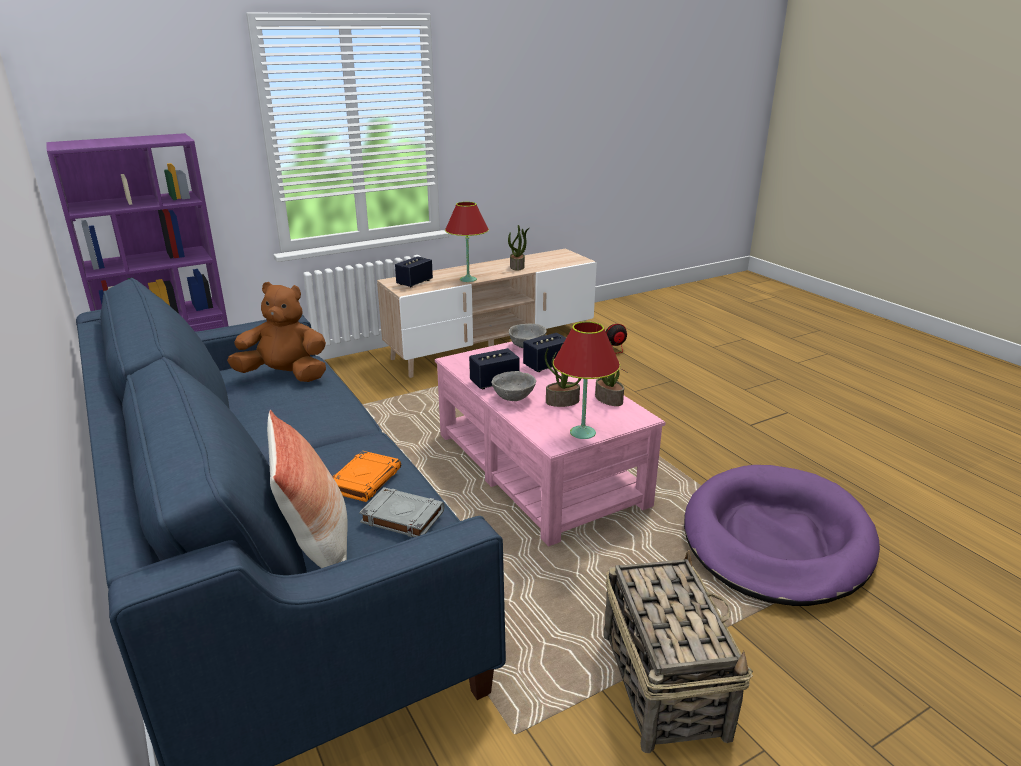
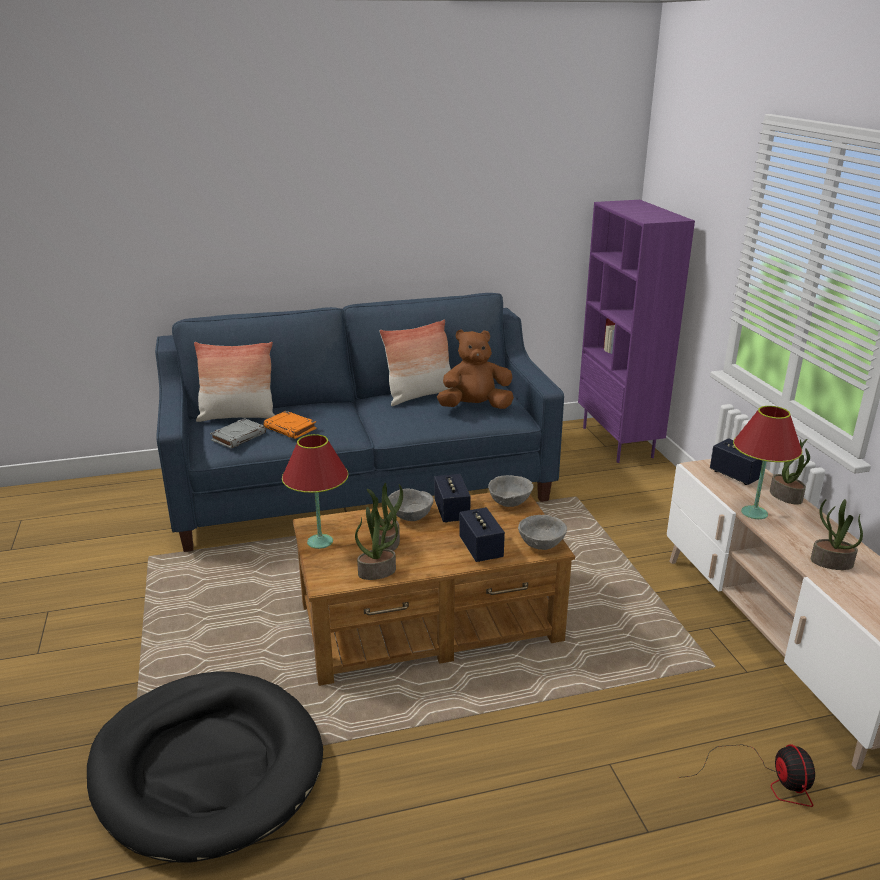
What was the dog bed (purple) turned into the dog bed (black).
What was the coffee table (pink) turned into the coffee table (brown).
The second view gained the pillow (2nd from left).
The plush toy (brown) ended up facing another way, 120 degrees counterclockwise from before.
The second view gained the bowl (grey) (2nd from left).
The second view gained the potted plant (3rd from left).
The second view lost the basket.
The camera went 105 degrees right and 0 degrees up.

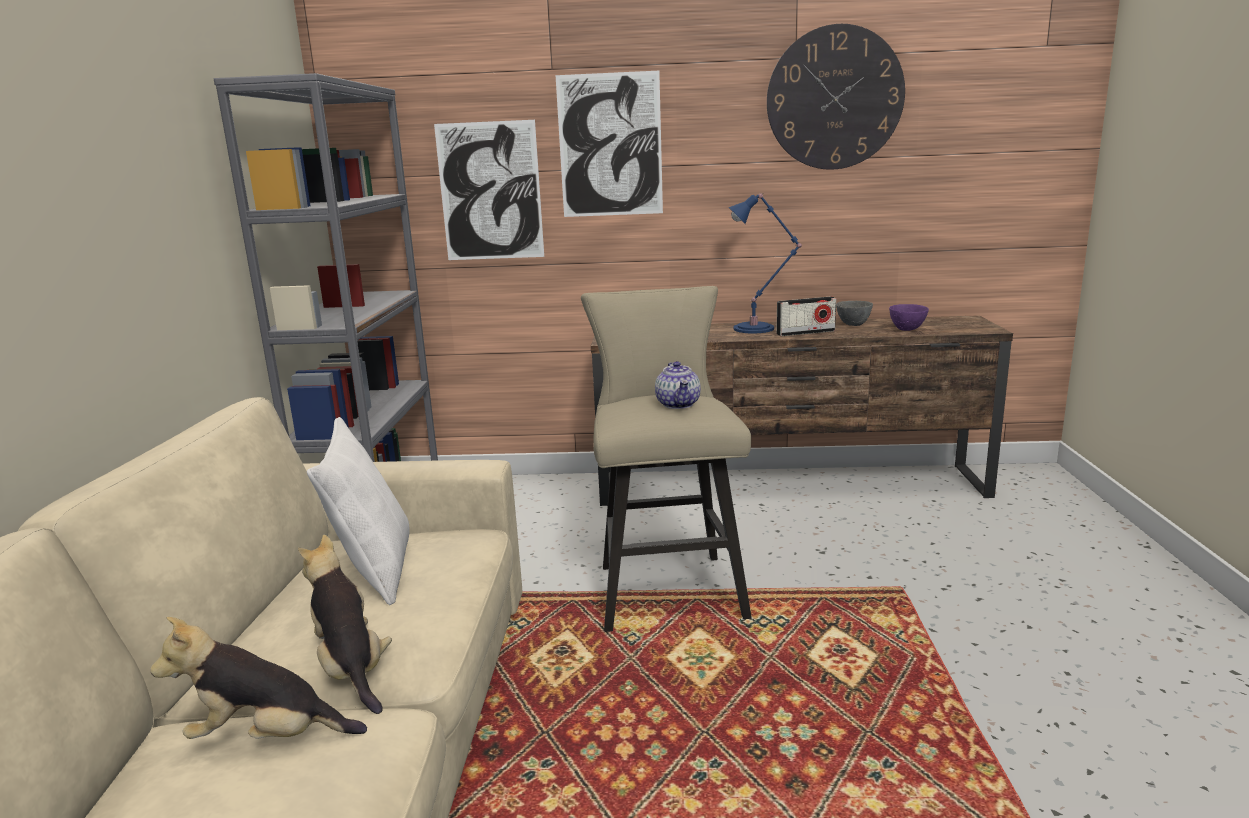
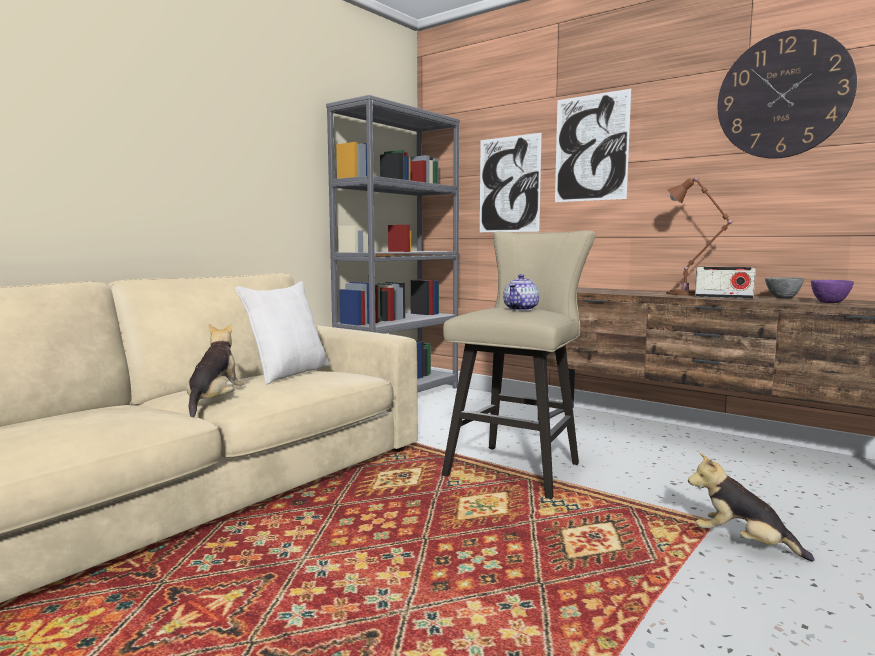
What was the table lamp (blue) turned into the table lamp (brown).
The plush toy (1st from left in the first image) ended up elsewhere.
The camera went 35 degrees right and 10 degrees down.

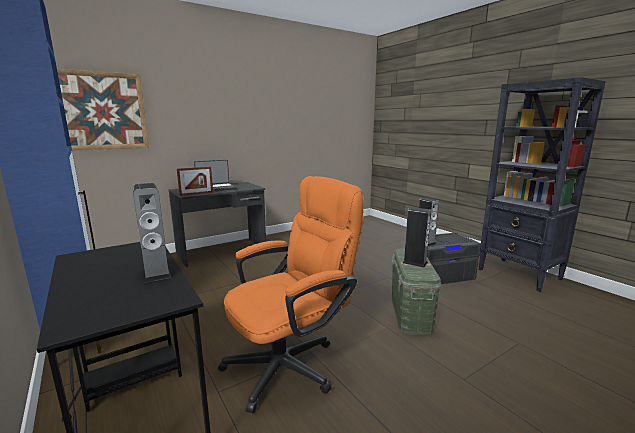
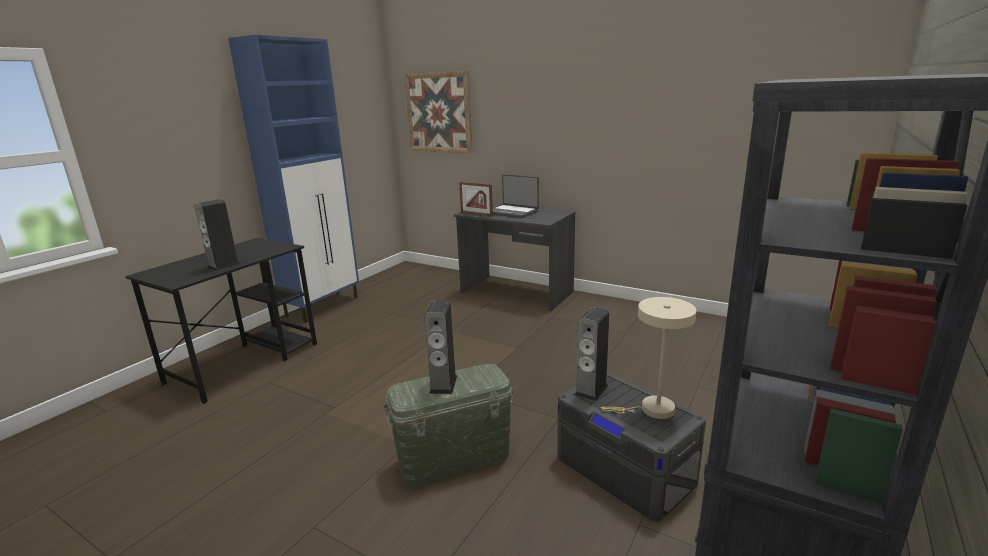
The second view gained the table lamp (beige).
The second view lost the office chair (orange).
The camera went 65 degrees right and 5 degrees up.

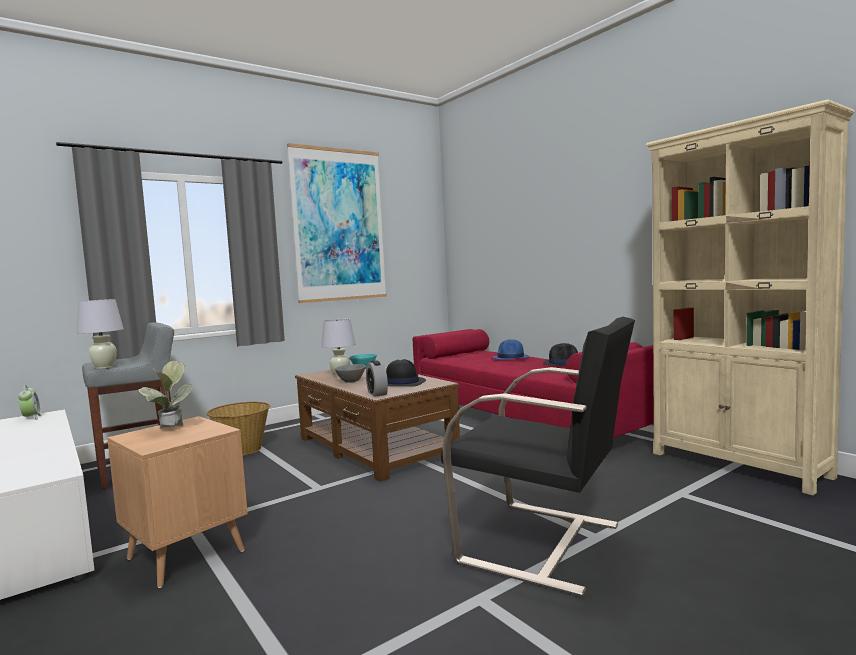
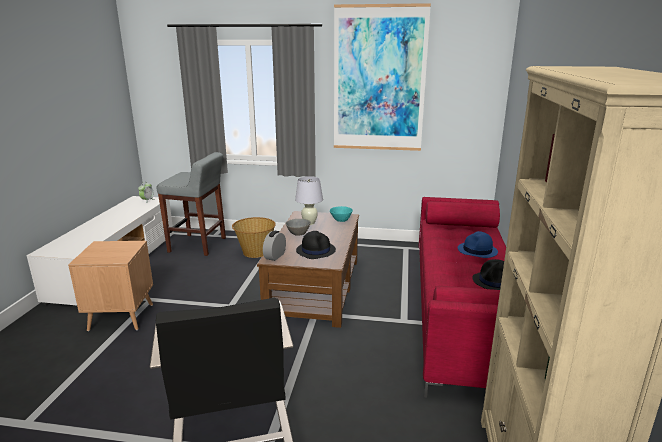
The second view lost the table lamp (white) (1st from left).
The second view lost the potted plant.
The camera went 45 degrees right and 15 degrees up.

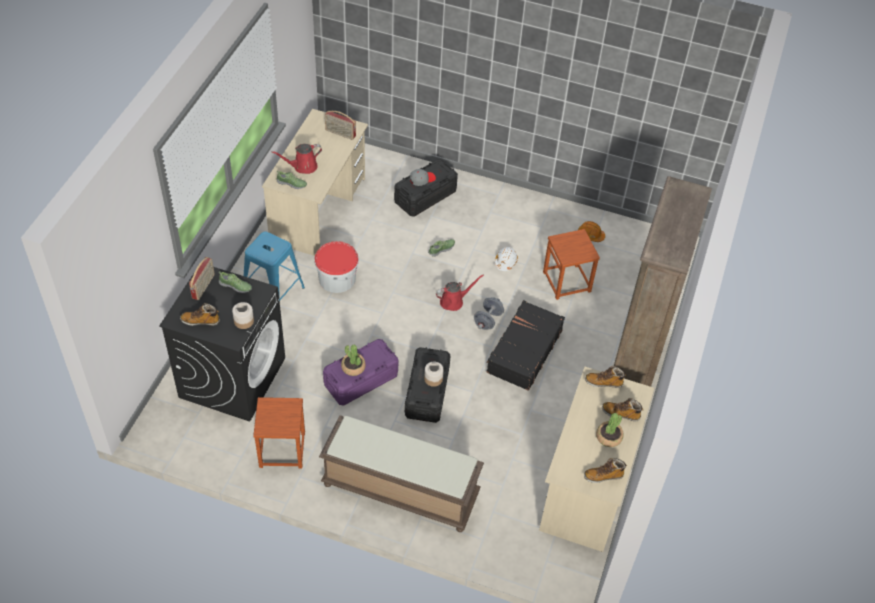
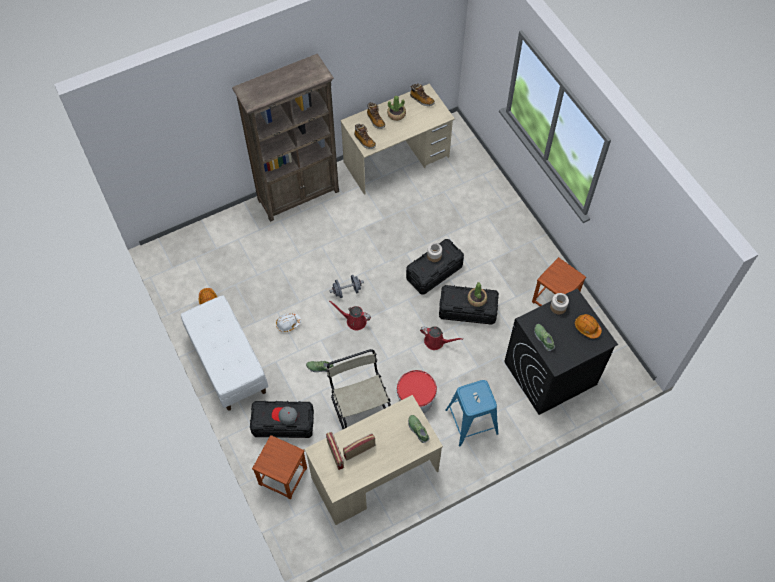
The second view gained the bench (white).
The stool (brown) (2nd from left in the first image) ended up elsewhere.
The second view gained the chair (beige).
The radio (1st from left in the first image) ended up elsewhere.
The watering can (red) (1st from left in the first image) ended up elsewhere.
What was the storage box (purple) turned into the storage box (black) (3rd from left).
Where the boot (1st from left) stood, the hard hat (orange) (2nd from left) came to stand.
The second view lost the bench (brown).
The second view lost the suitcase (black).
The camera went 135 degrees left and 10 degrees up.

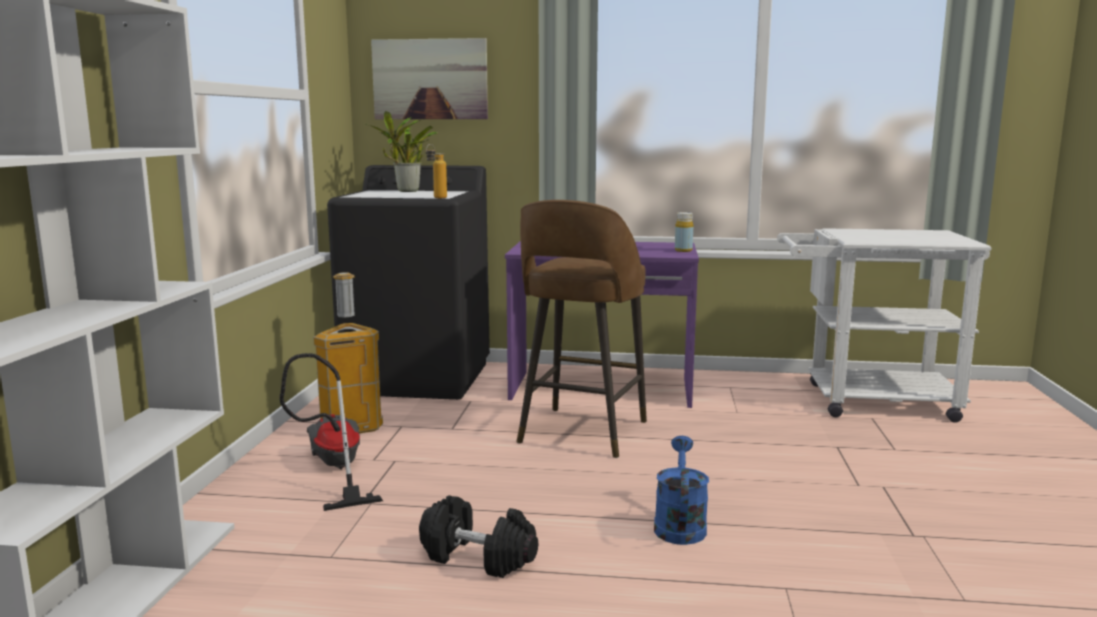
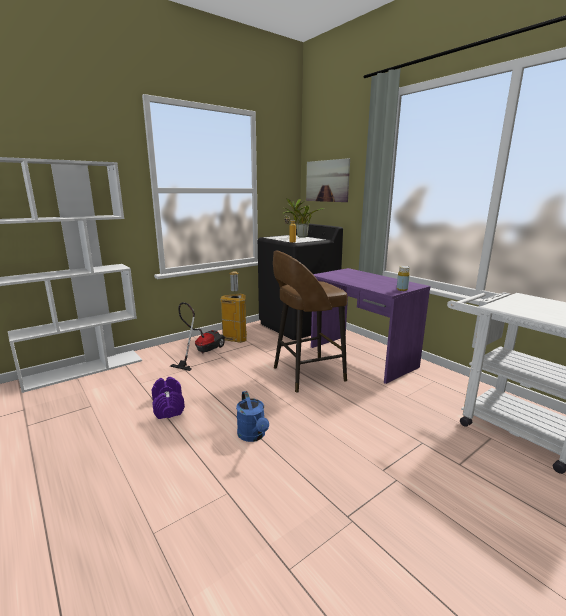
What was the dumbbell (black) turned into the dumbbell (purple).
The watering can (blue) ended up facing another way, 105 degrees clockwise from before.
The camera went 45 degrees right and 5 degrees up.

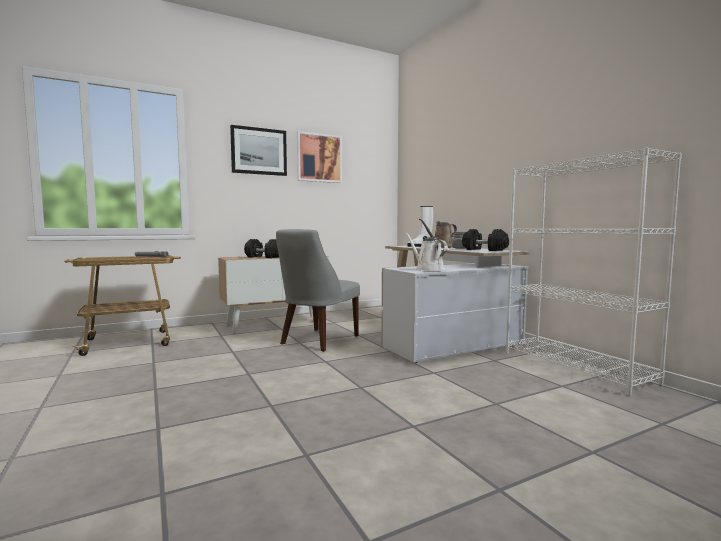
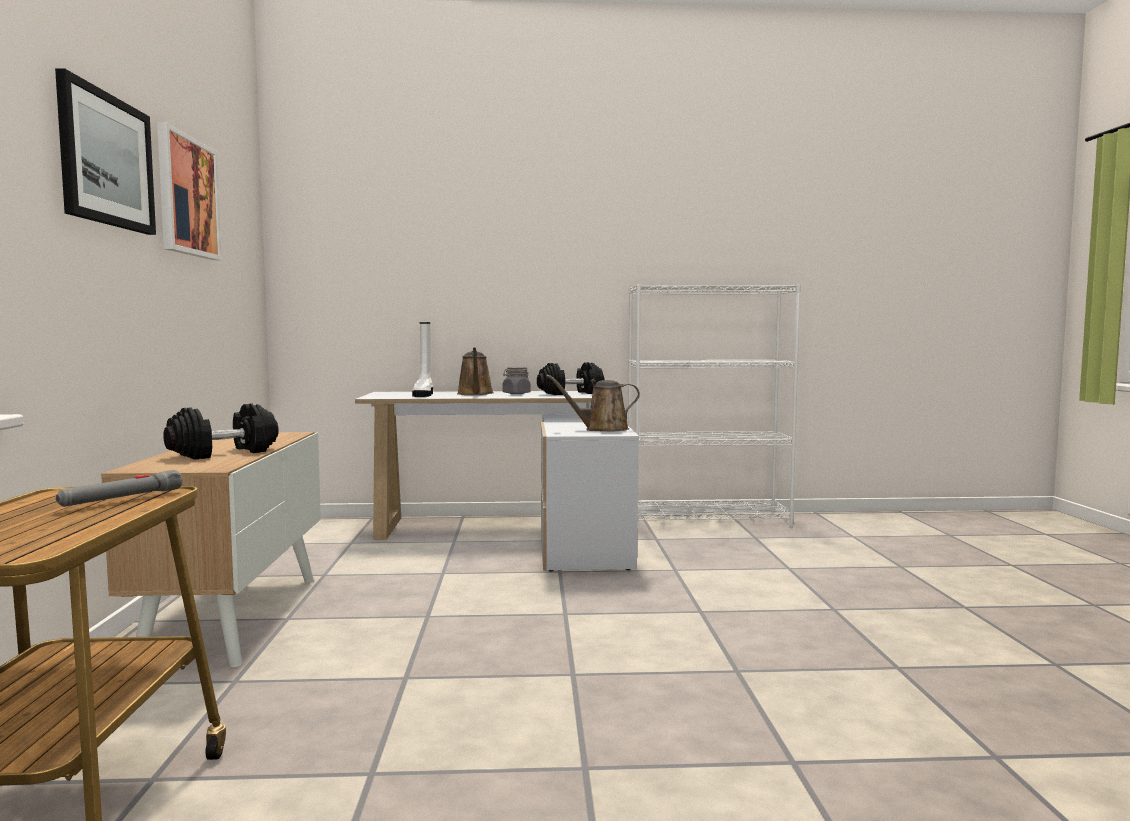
What was the watering can (white) turned into the watering can (brown) (2nd from left).
The second view lost the chair (grey).
The camera went 65 degrees left and 0 degrees up.

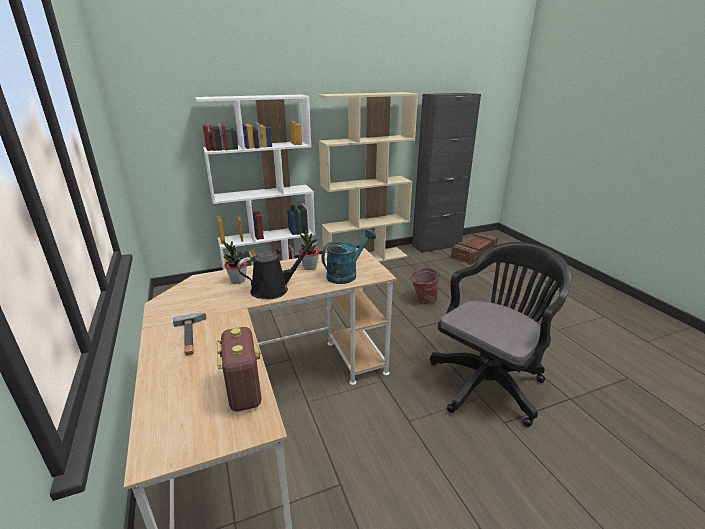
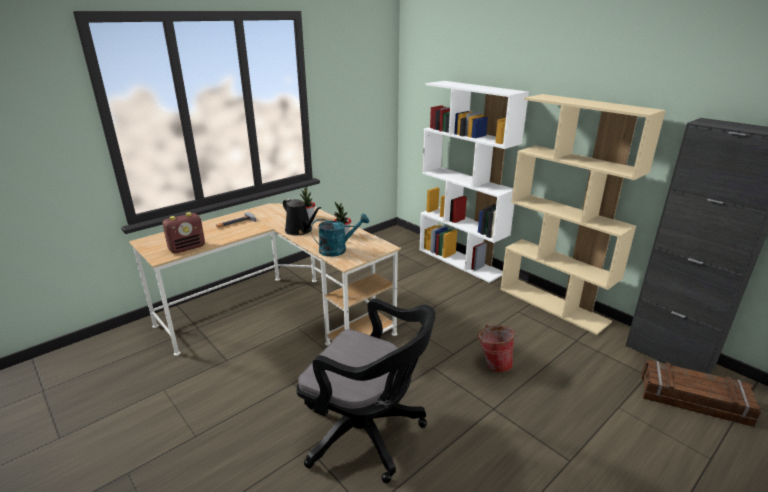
The watering can (turquoise) ended up facing another way, 45 degrees counterclockwise from before.
The camera went 70 degrees right and 0 degrees up.

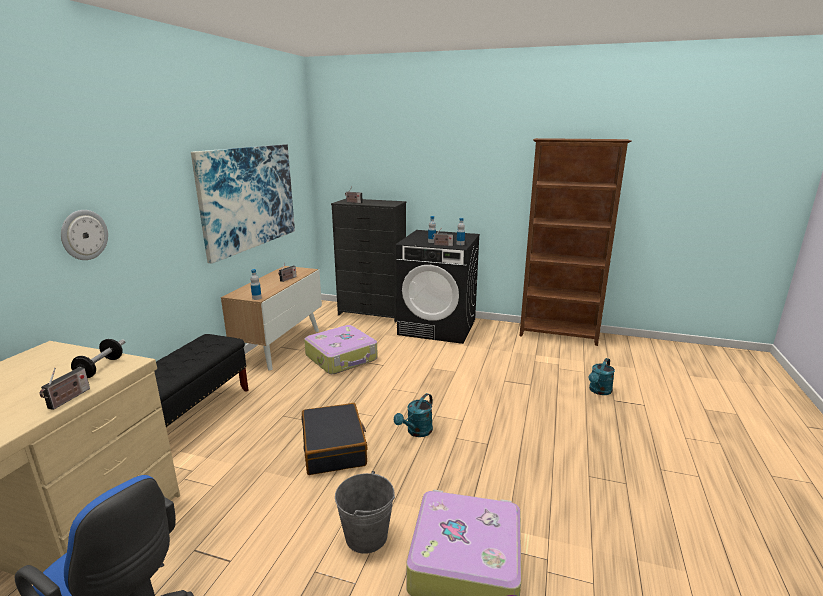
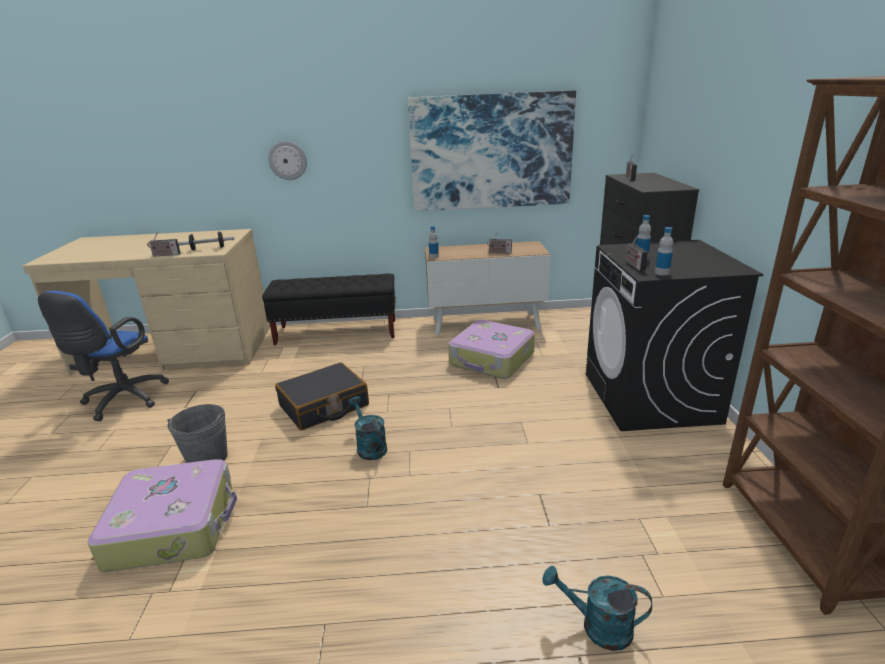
The watering can (turquoise) (1st from left) ended up facing another way, 45 degrees clockwise from before.
The camera went 70 degrees right and 5 degrees up.

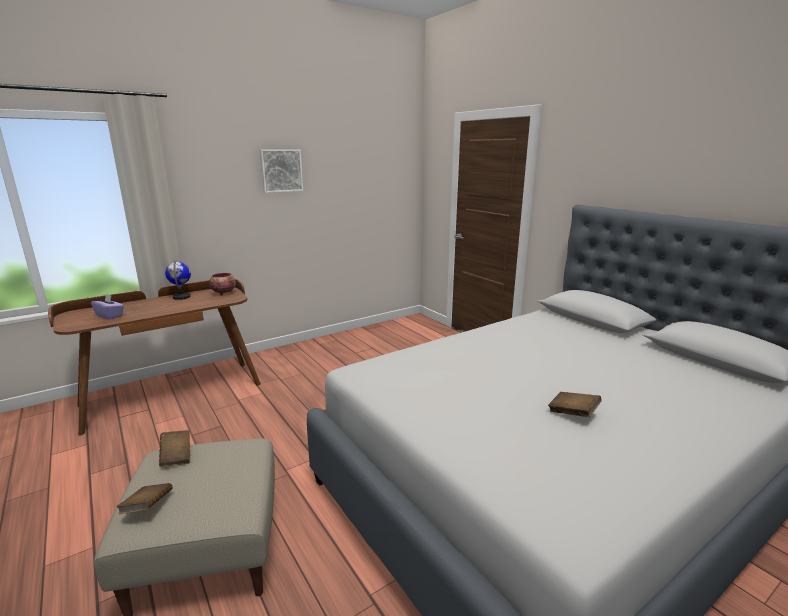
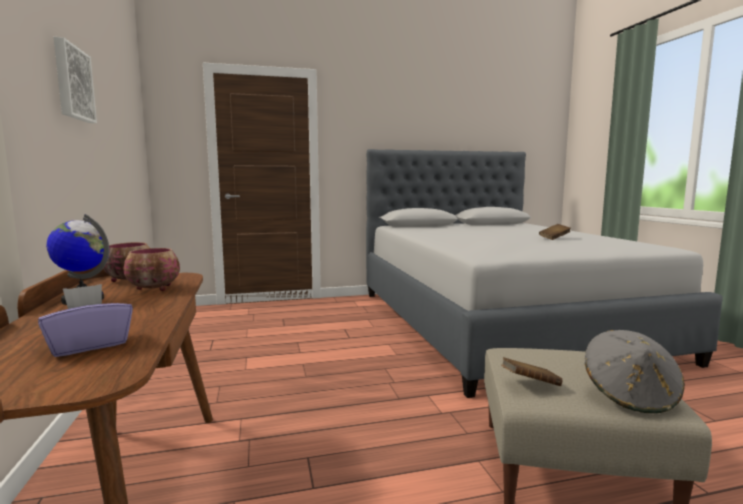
The second view gained the bowl (2nd from left).
Where the book (brown) (1st from left) stood, the hat (grey) came to stand.
The camera went 70 degrees left and 10 degrees down.

